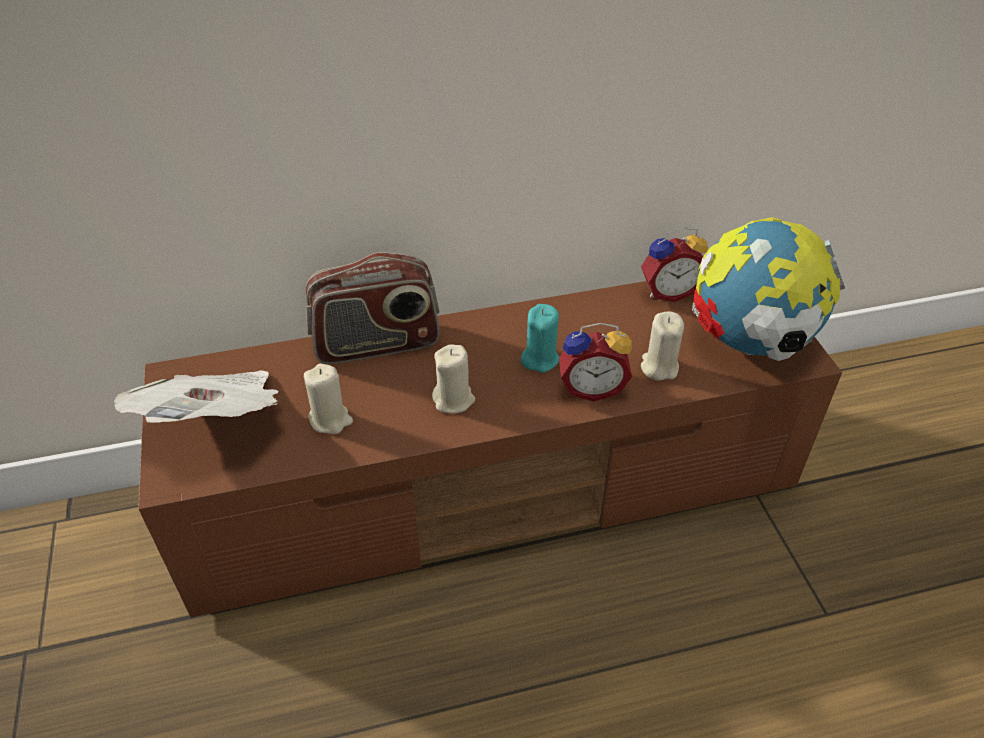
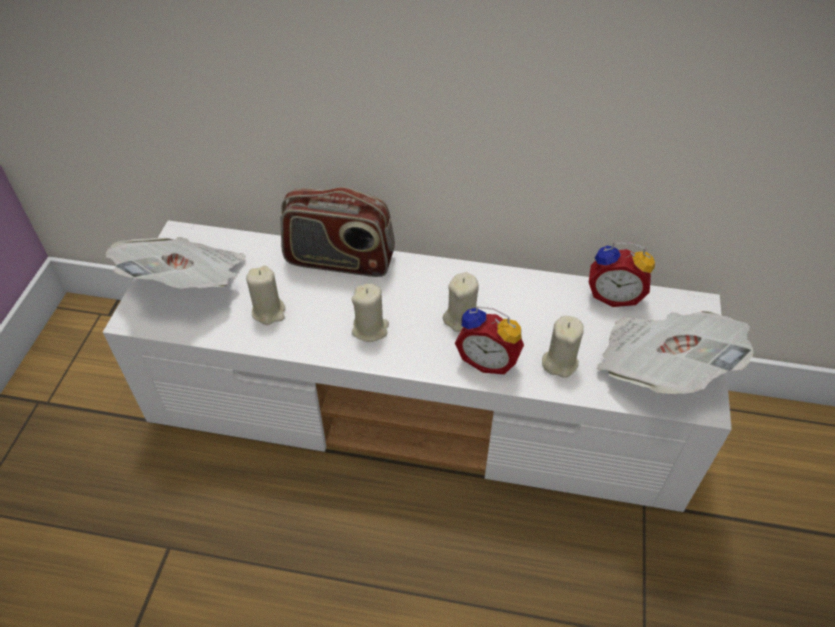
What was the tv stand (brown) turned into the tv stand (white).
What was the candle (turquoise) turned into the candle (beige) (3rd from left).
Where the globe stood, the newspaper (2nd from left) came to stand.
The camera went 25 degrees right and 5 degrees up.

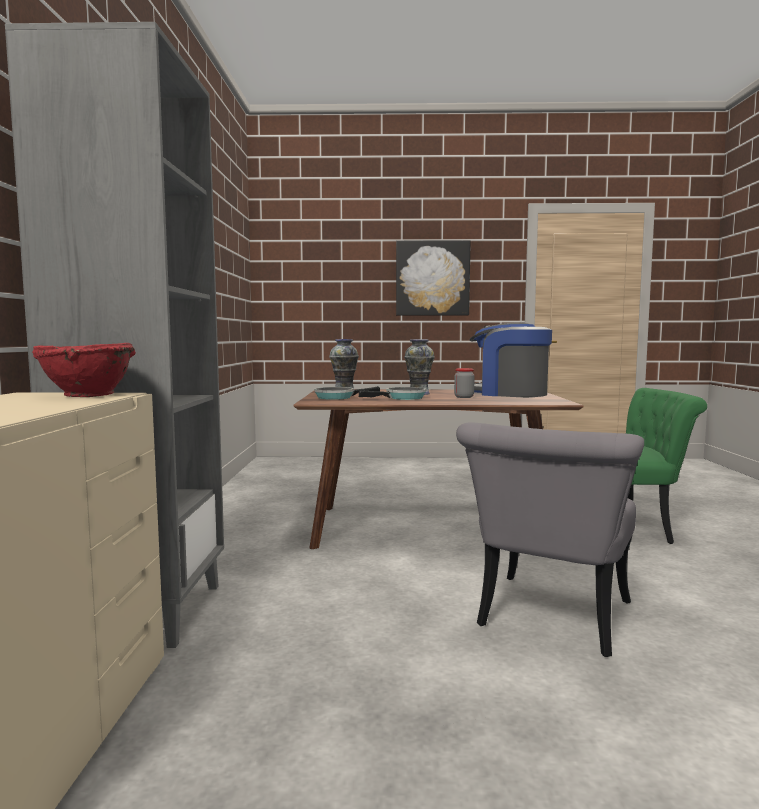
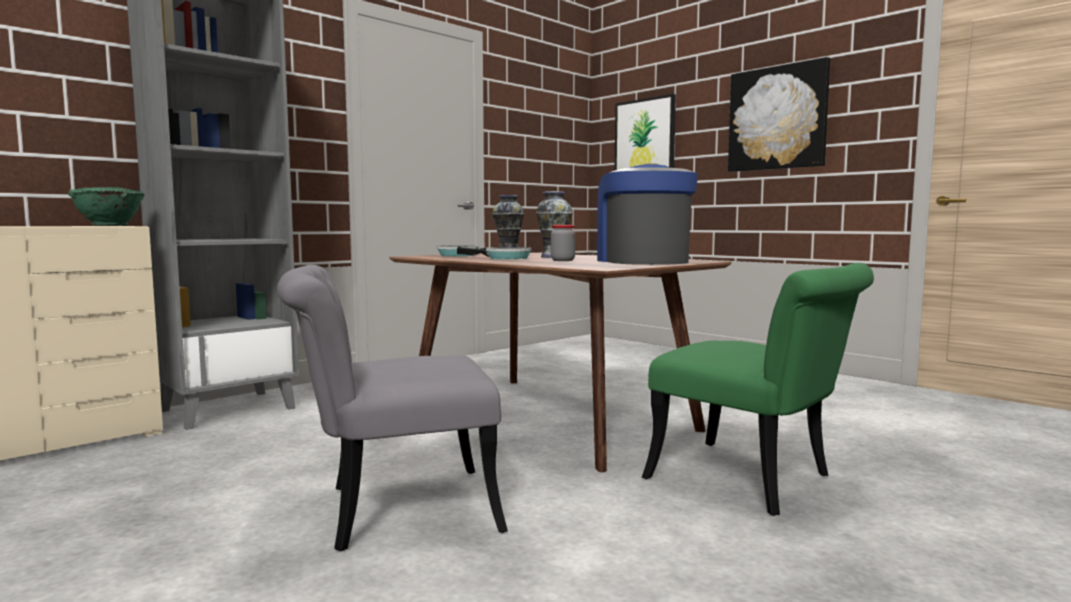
What was the bowl (red) turned into the bowl (green).
The second view gained the picture (1st from left).
The camera went 45 degrees right and 0 degrees up.

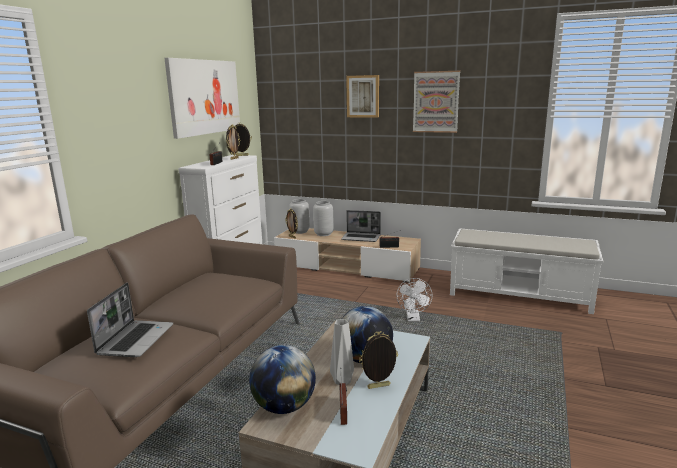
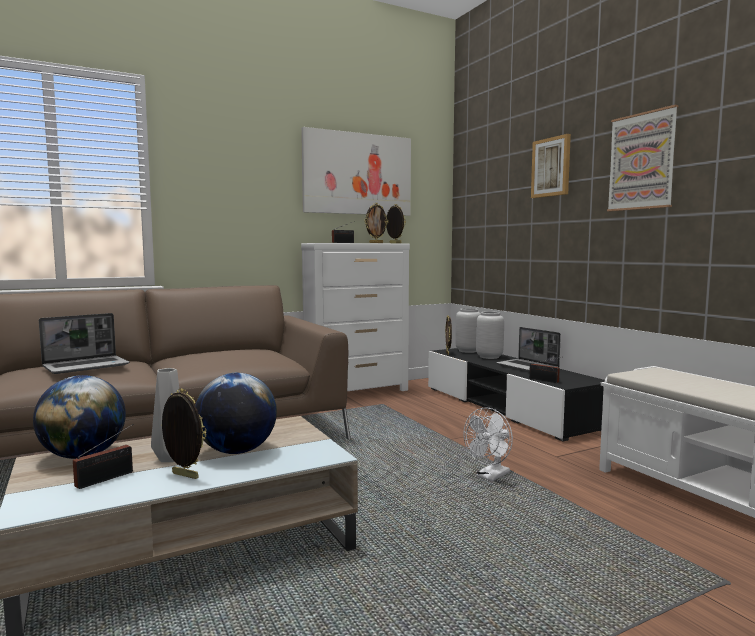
What was the tv stand (beige) turned into the tv stand (black).
The camera went 40 degrees right and 10 degrees down.

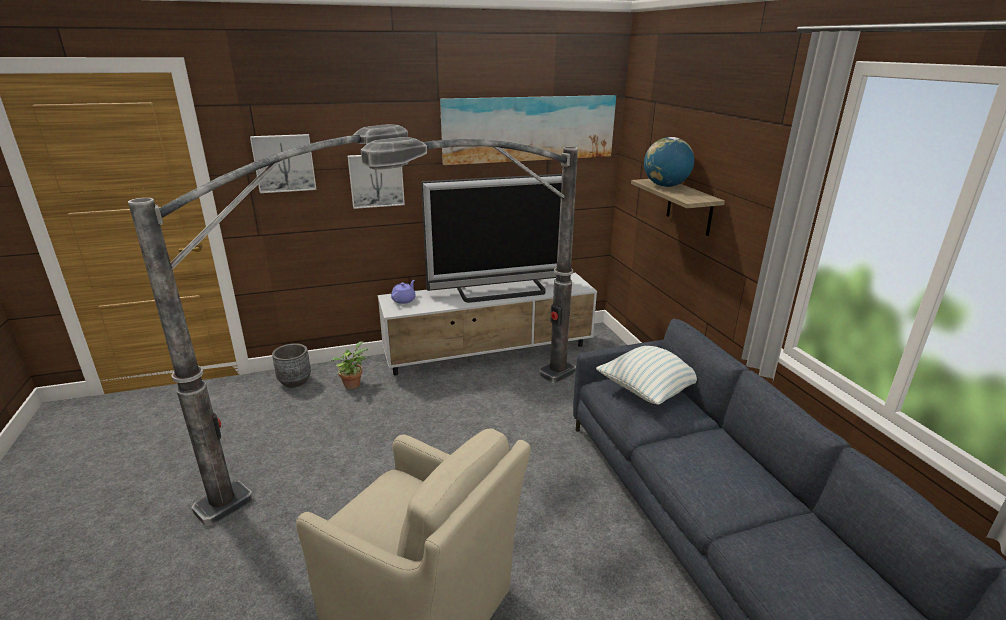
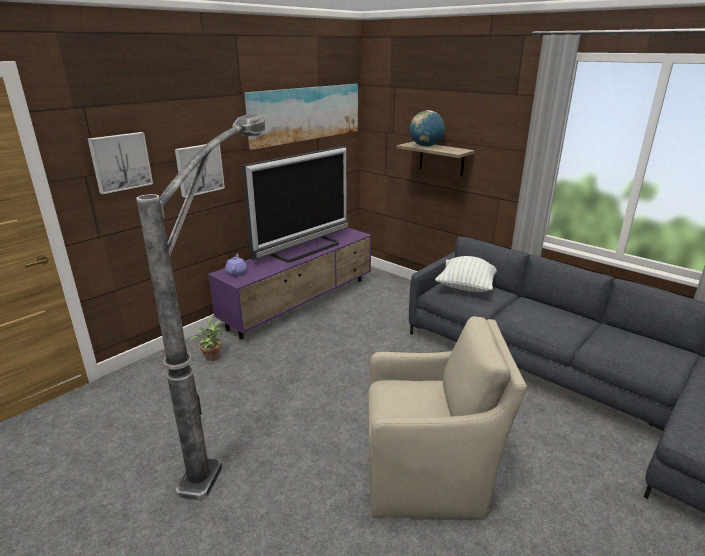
What was the tv stand (white) turned into the tv stand (purple).
The second view lost the planter (grey).
The second view lost the floor lamp (2nd from left).
The camera went 30 degrees left and 0 degrees up.

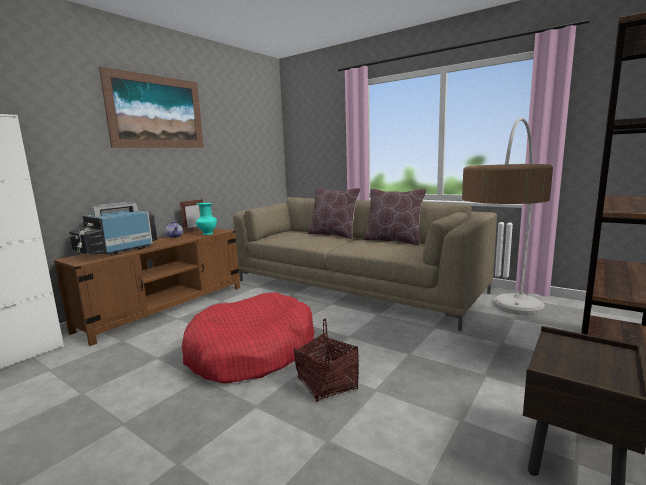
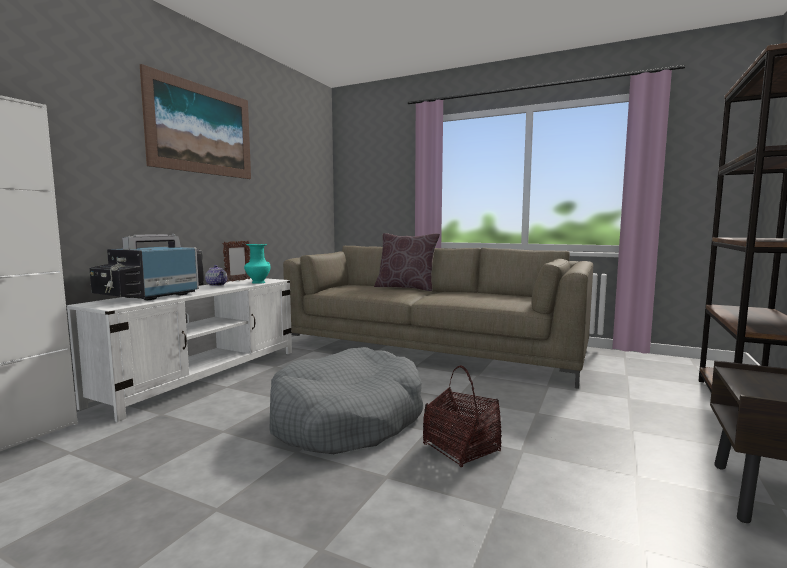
What was the tv stand (brown) turned into the tv stand (white).
What was the dog bed (red) turned into the dog bed (grey).
The second view lost the pillow (brown) (2nd from left).
The second view lost the floor lamp.
The camera went 10 degrees left and 5 degrees down.

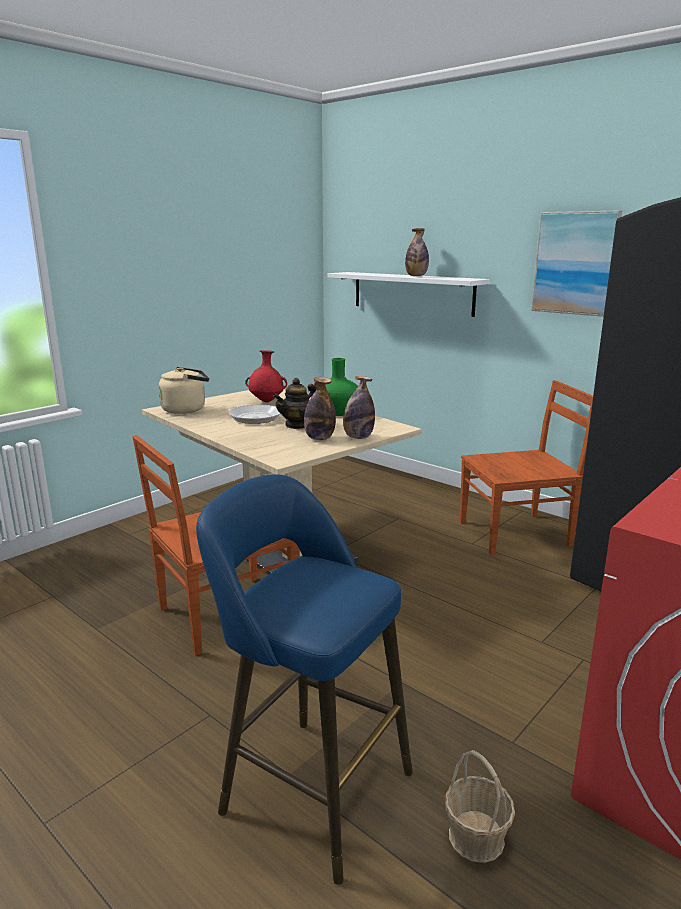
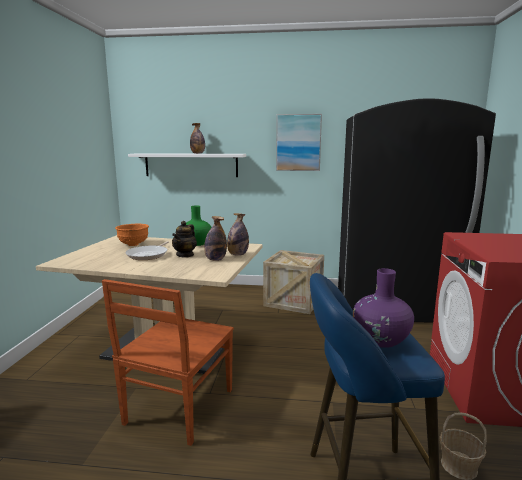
Where the vase (red) stood, the bowl (orange) came to stand.
Where the chair (brown) (2nd from left) stood, the crate came to stand.
The second view gained the vase (purple).
The second view lost the kettle (beige).
The camera went 35 degrees left and 5 degrees down.

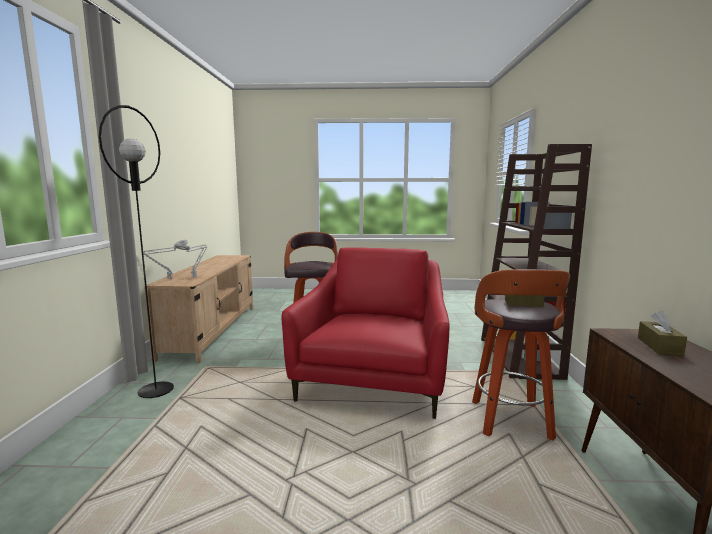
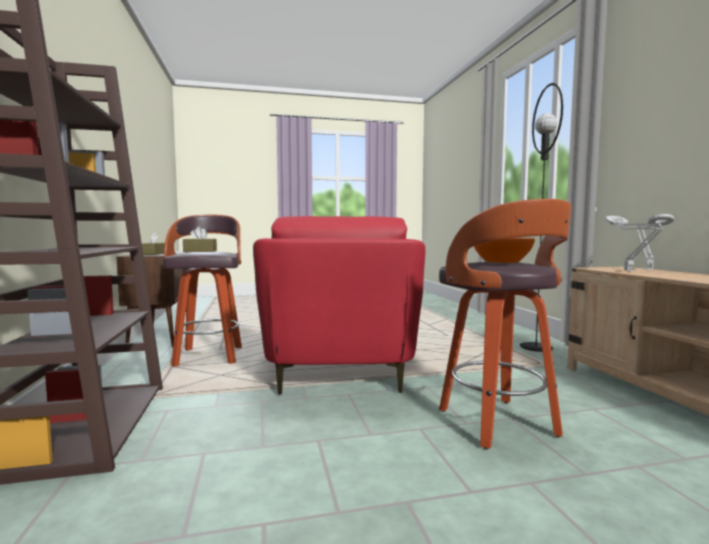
The second view gained the bowl (orange).
The camera went 165 degrees right and 5 degrees down.

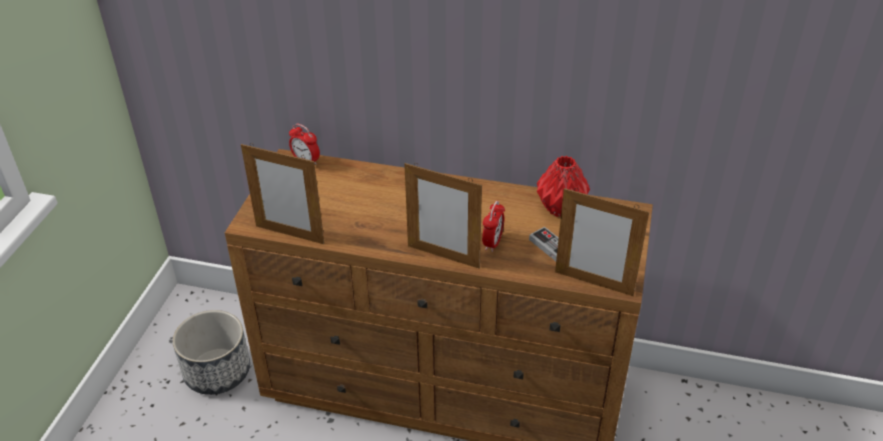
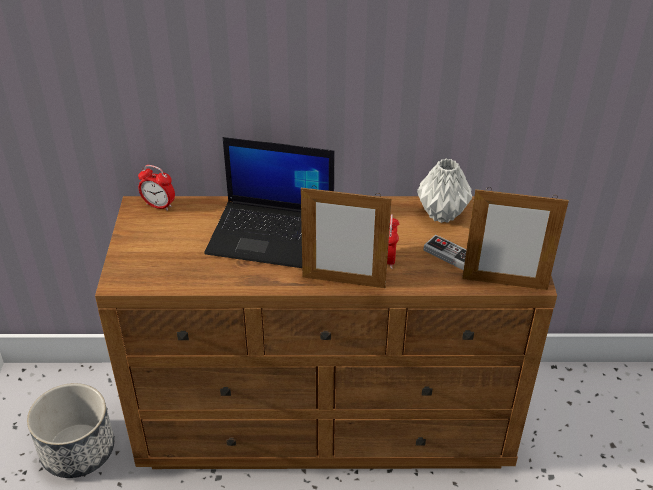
The second view gained the laptop.
What was the vase (red) turned into the vase (grey).
The second view lost the picture frame (1st from left).
The camera went 15 degrees left and 0 degrees up.

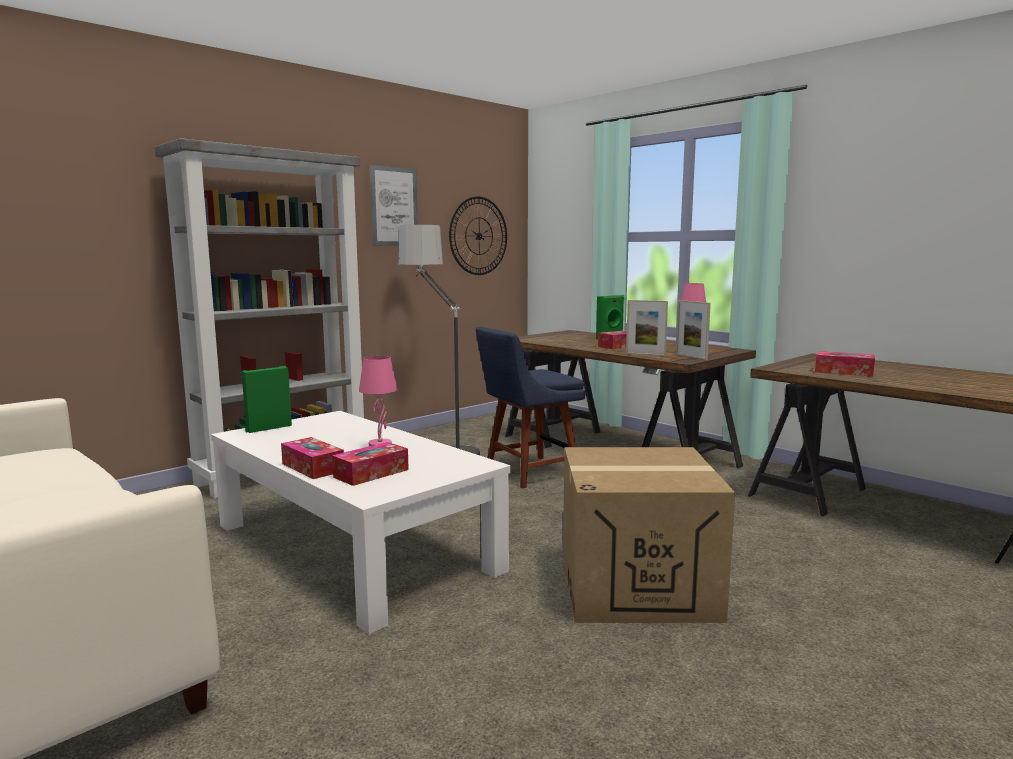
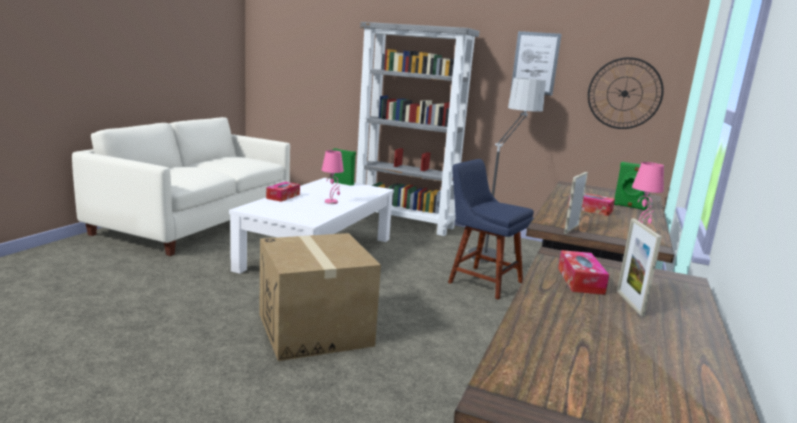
The picture frame (1st from left in the first image) ended up elsewhere.
The second view lost the tissue box (2nd from left).
The camera went 65 degrees right and 5 degrees up.

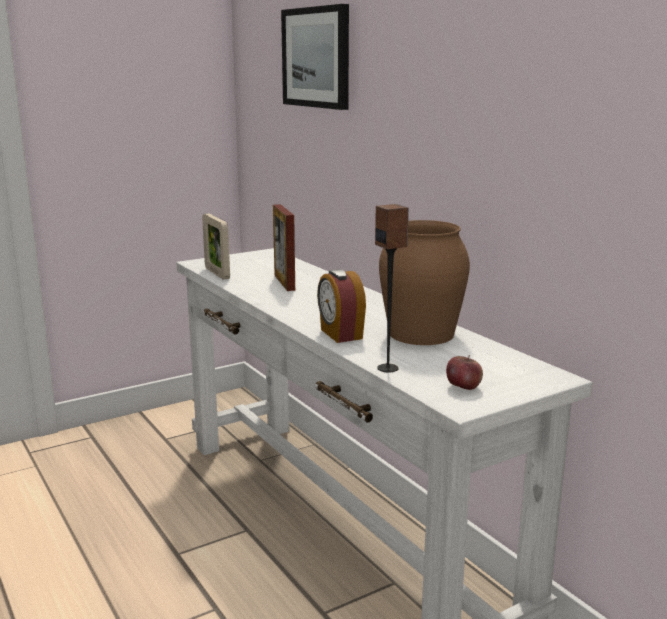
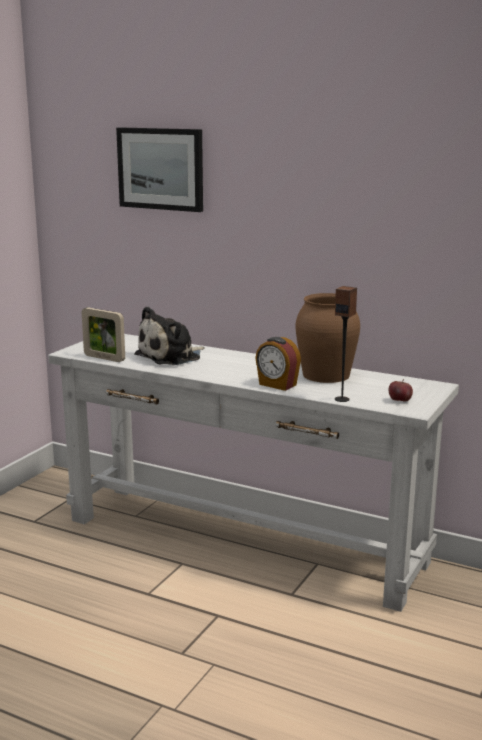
Where the picture frame (2nd from left) stood, the plush toy came to stand.
The camera went 30 degrees left and 0 degrees up.

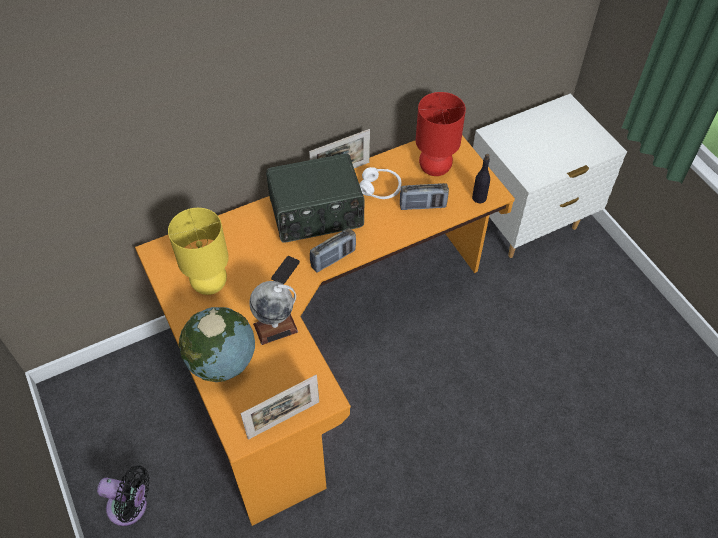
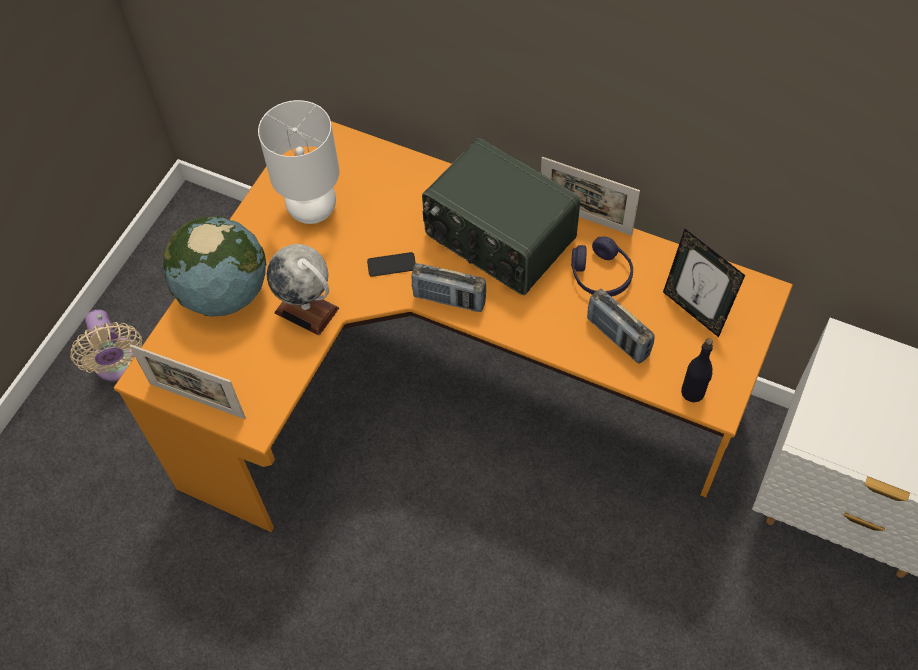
What was the fan (black) turned into the fan (beige).
What was the table lamp (yellow) turned into the table lamp (white).
What was the headphones (white) turned into the headphones (purple).
Where the table lamp (red) stood, the picture frame (3rd from left) came to stand.
The camera went 55 degrees right and 5 degrees up.

